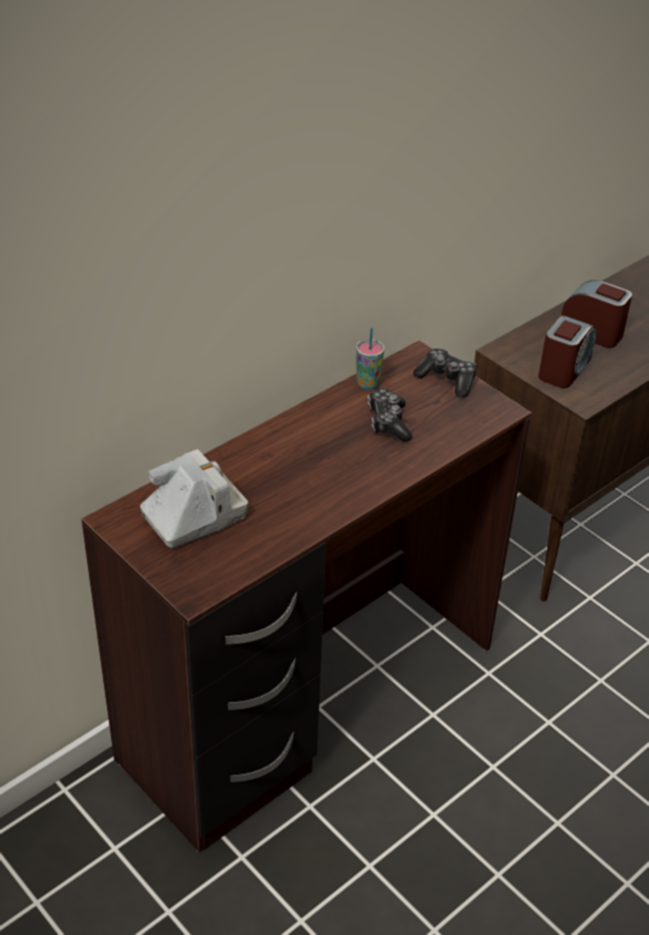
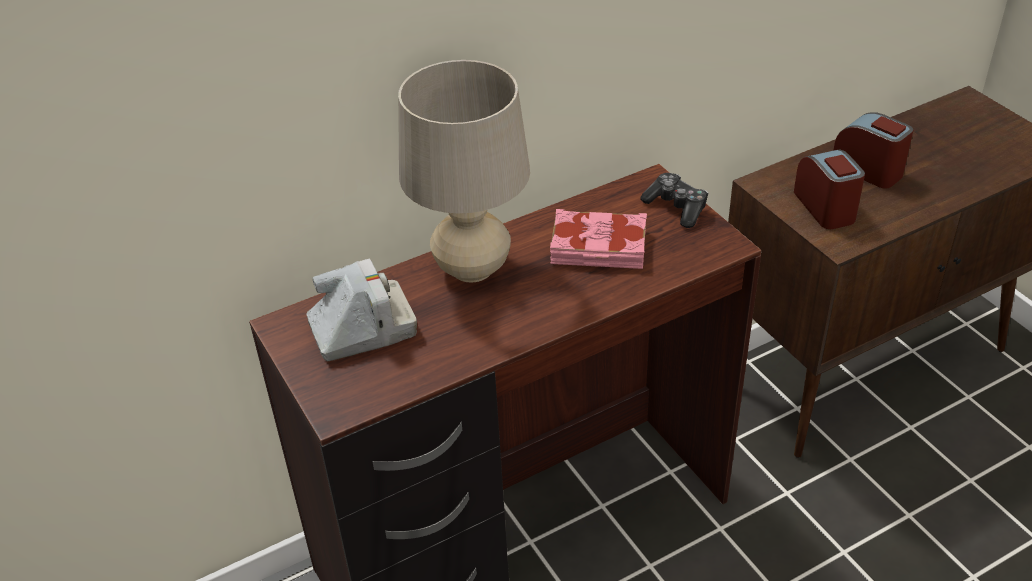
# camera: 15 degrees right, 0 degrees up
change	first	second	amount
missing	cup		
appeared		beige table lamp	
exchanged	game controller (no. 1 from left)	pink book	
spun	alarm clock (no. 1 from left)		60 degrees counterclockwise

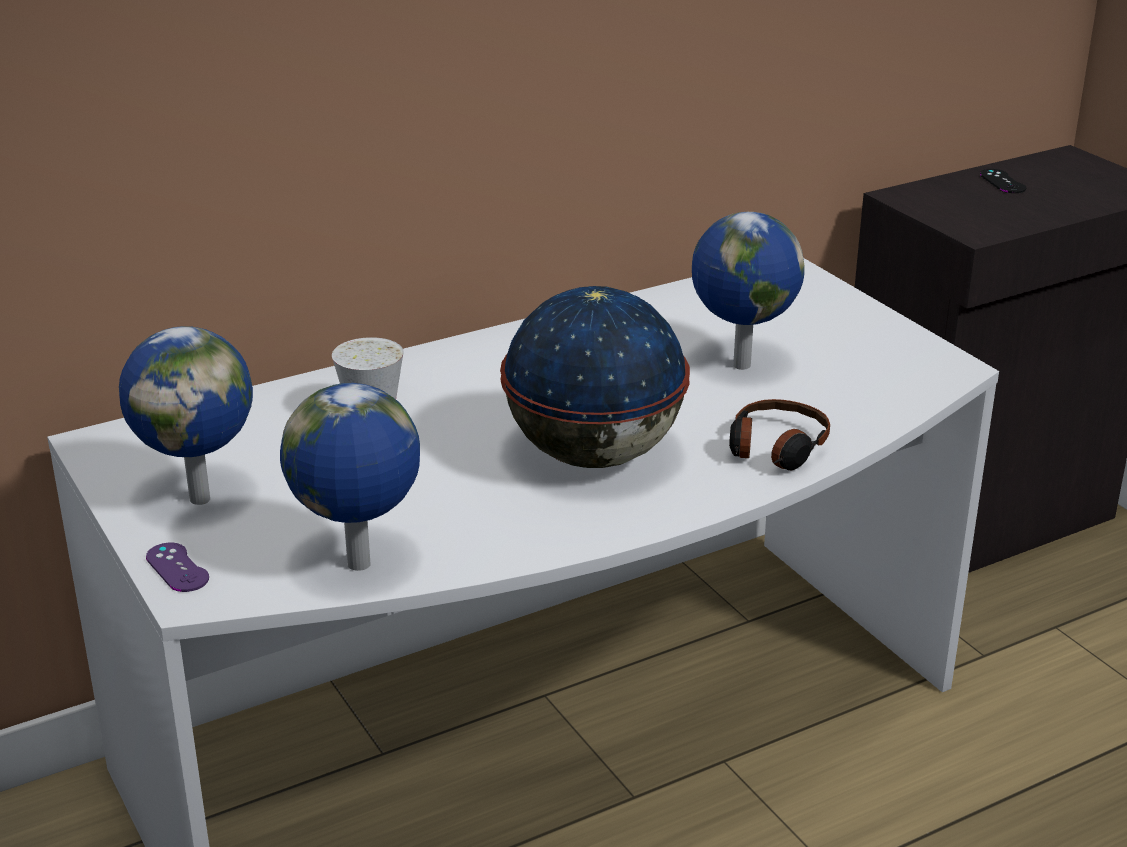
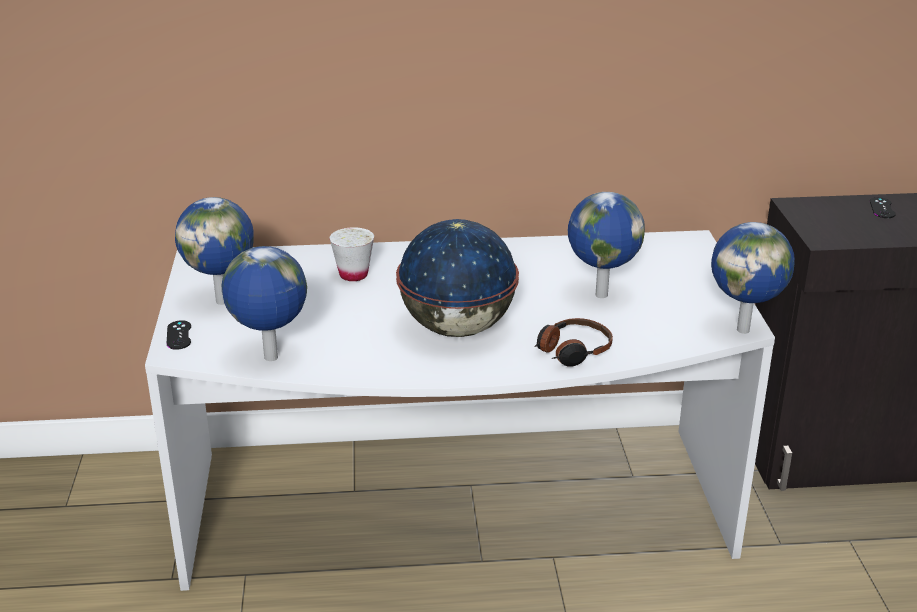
# camera: 25 degrees right, 0 degrees up
change	first	second	amount
appeared		globe (no. 5 from left)	
colour	purple game controller	black game controller (no. 1 from left)	

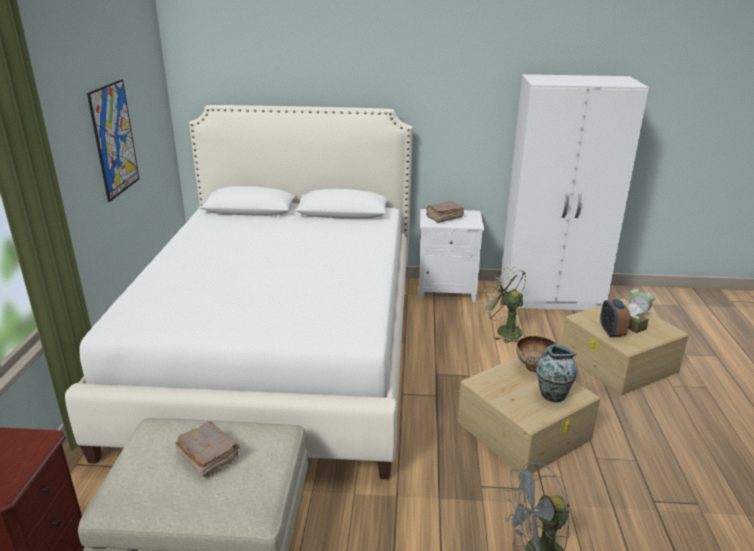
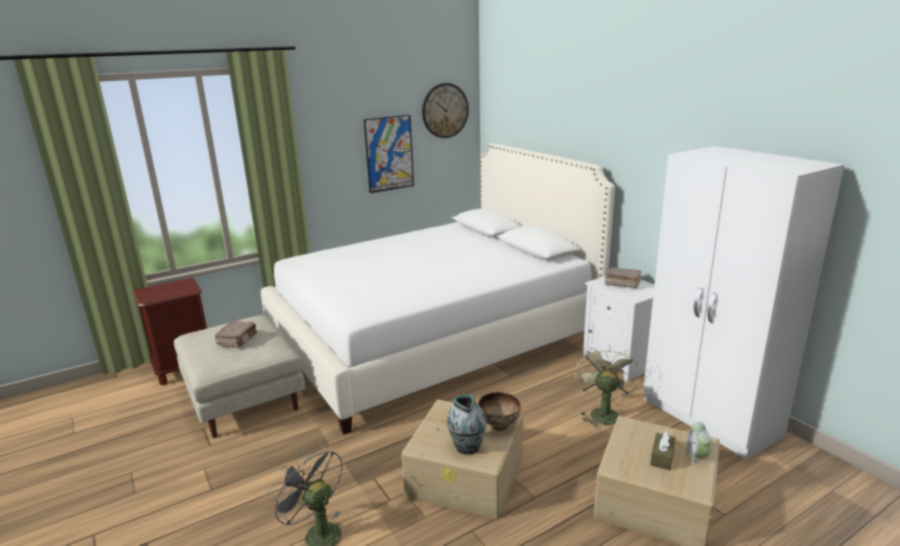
# camera: 55 degrees right, 5 degrees down
change	first	second	amount
missing	alarm clock (no. 1 from left)		
appeared		wall clock	

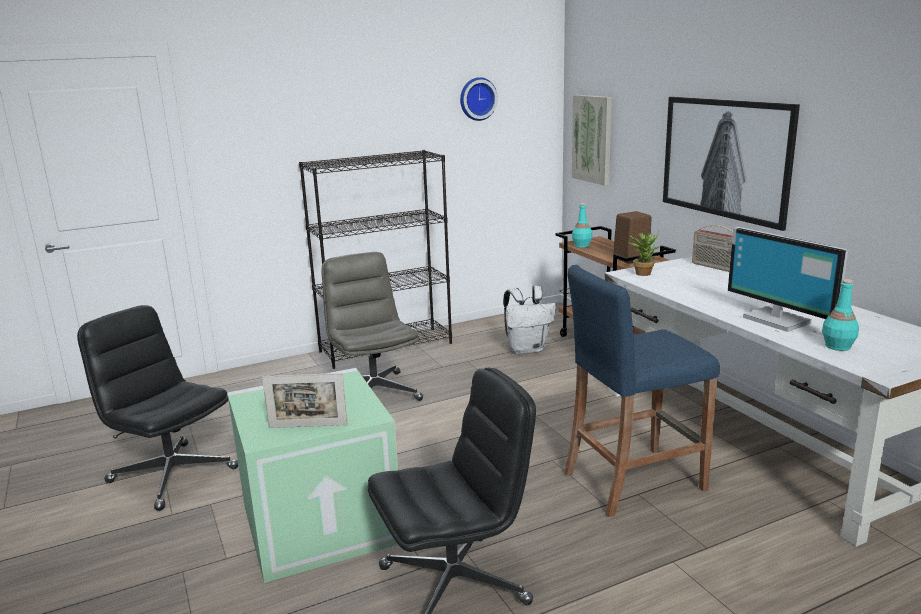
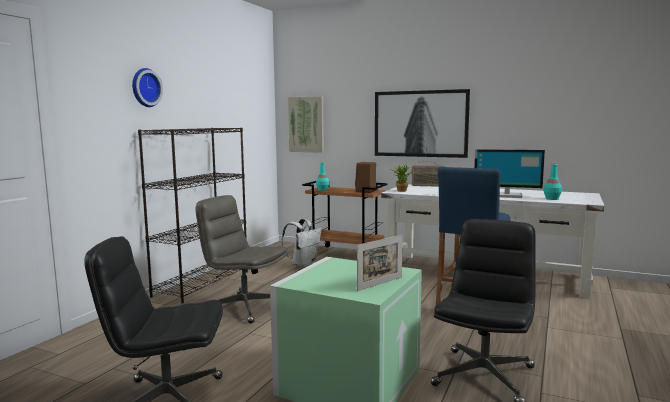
# camera: 40 degrees left, 10 degrees down
change	first	second	amount
relocated	wall clock		

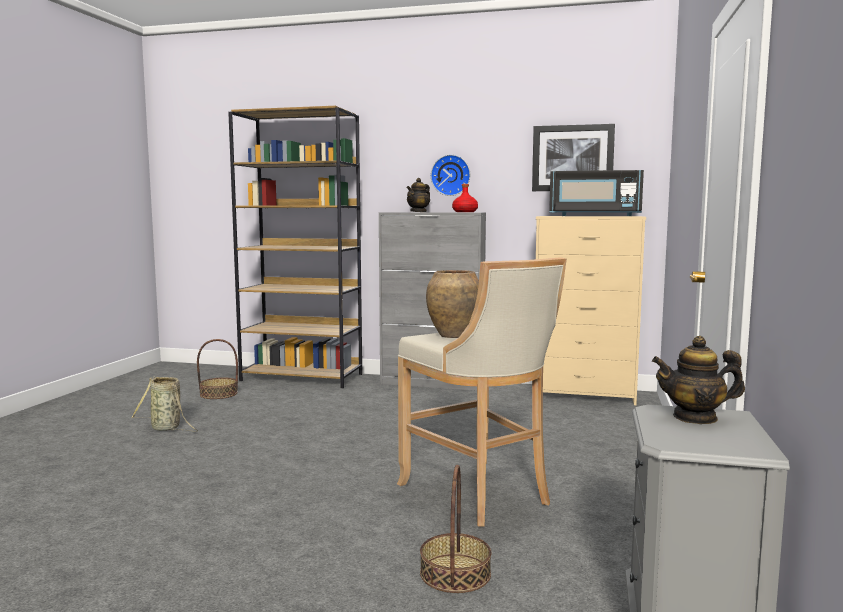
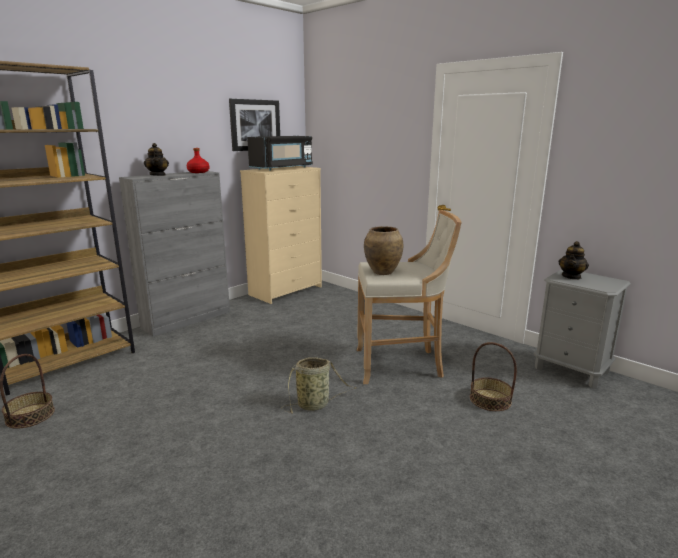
# camera: 60 degrees left, 10 degrees up
change	first	second	amount
missing	wall clock		
relocated	basket (no. 1 from left in the first image)	basket (no. 2 from left)	

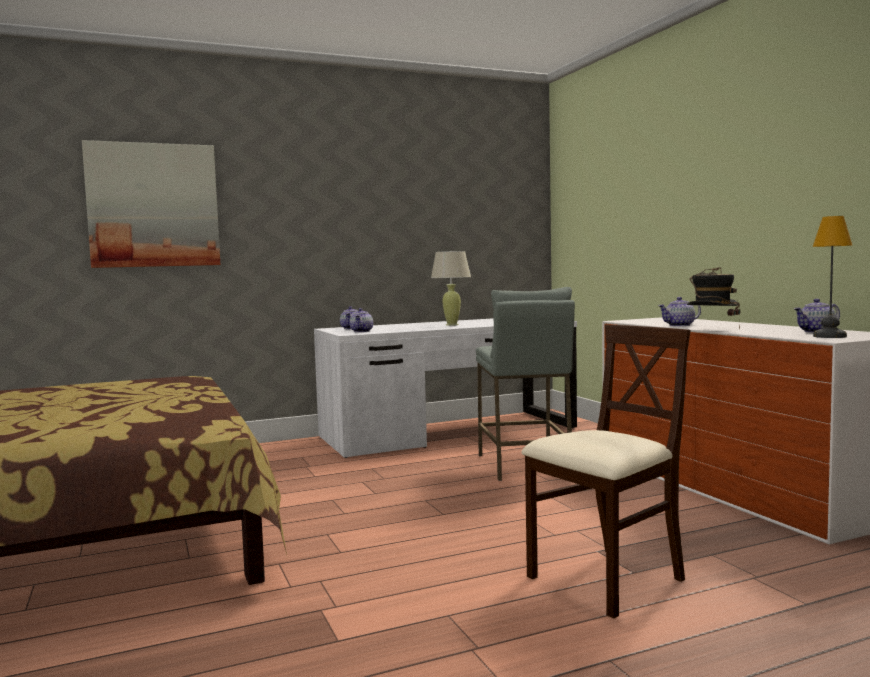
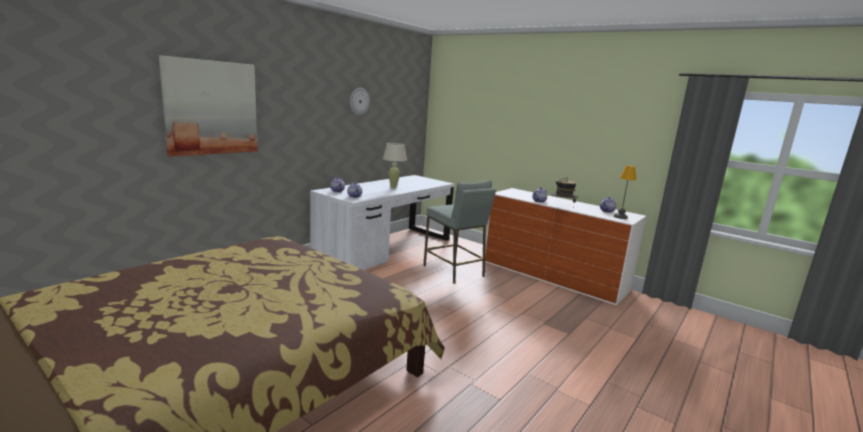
# camera: 30 degrees left, 10 degrees up
change	first	second	amount
missing	beige chair		
appeared		wall clock	

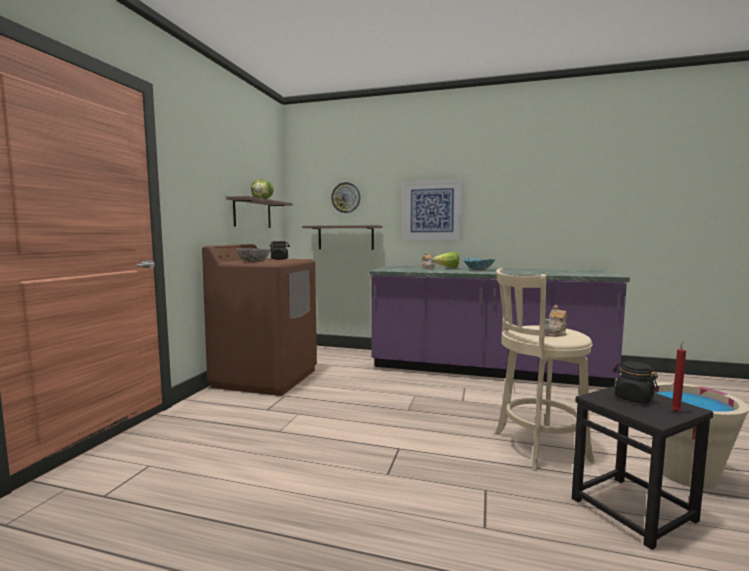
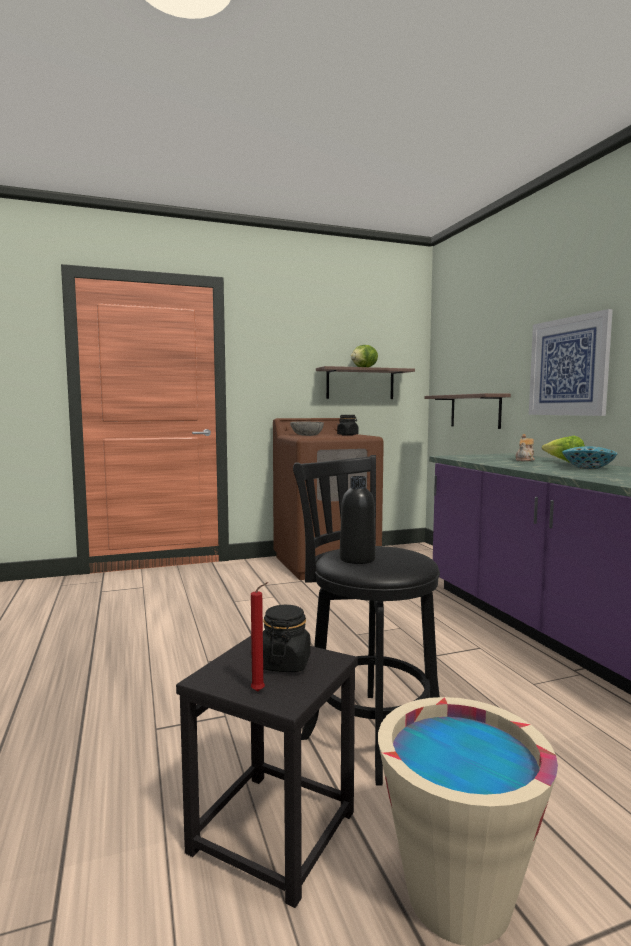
# camera: 55 degrees right, 0 degrees up
change	first	second	amount
missing	wall clock		
exchanged	teapot (no. 2 from left)	black bottle	
colour	beige stool	black stool (no. 2 from left)	

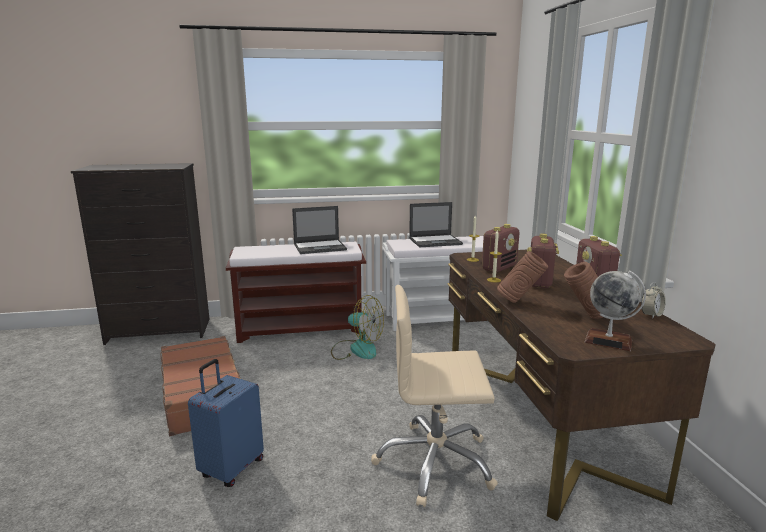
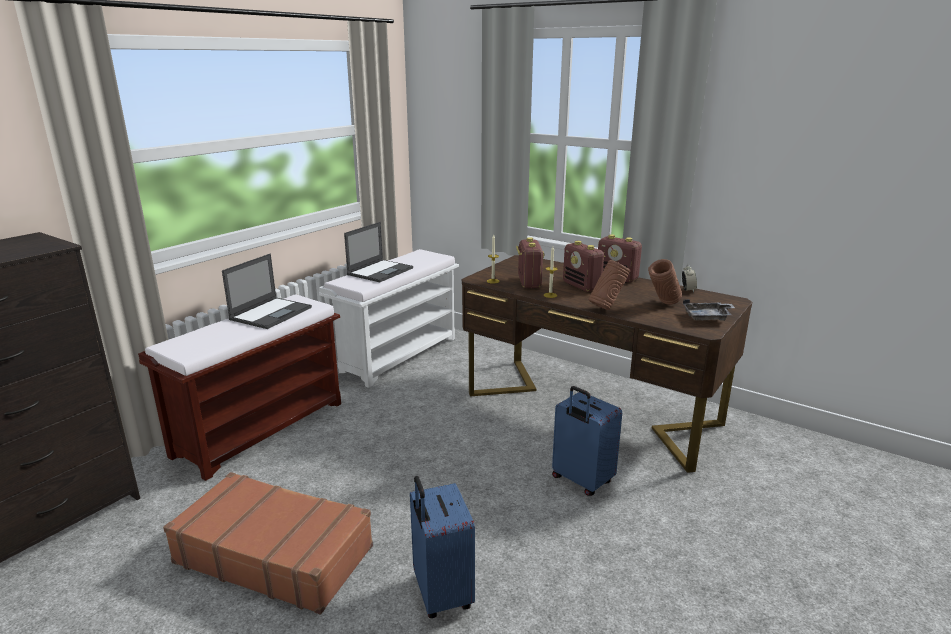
# camera: 45 degrees left, 5 degrees up
change	first	second	amount
missing	fan		
exchanged	beige office chair	blue suitcase (no. 2 from left)	
exchanged	globe	grey tray	

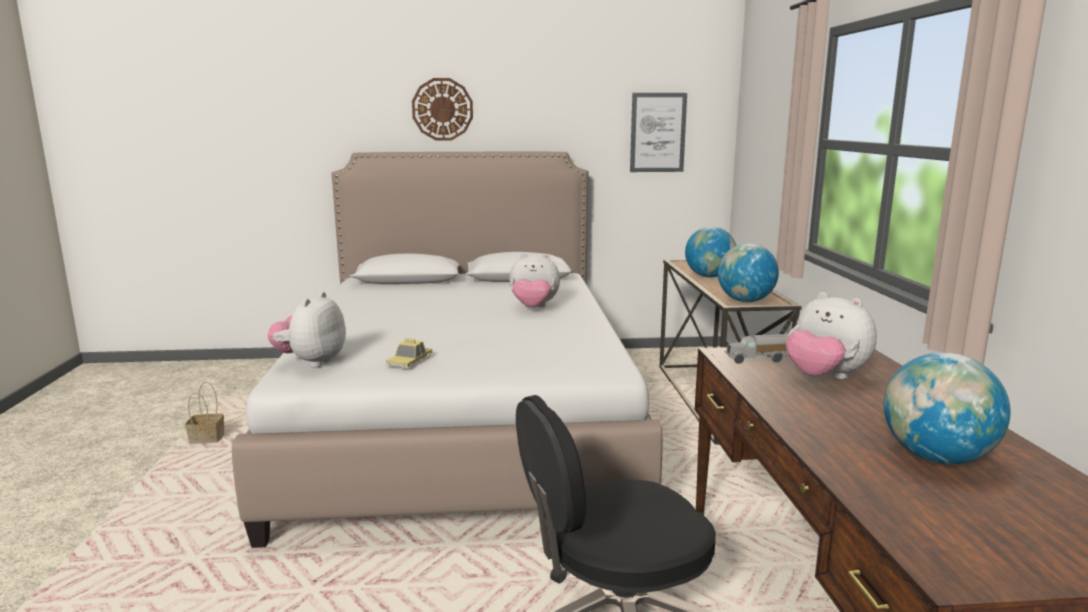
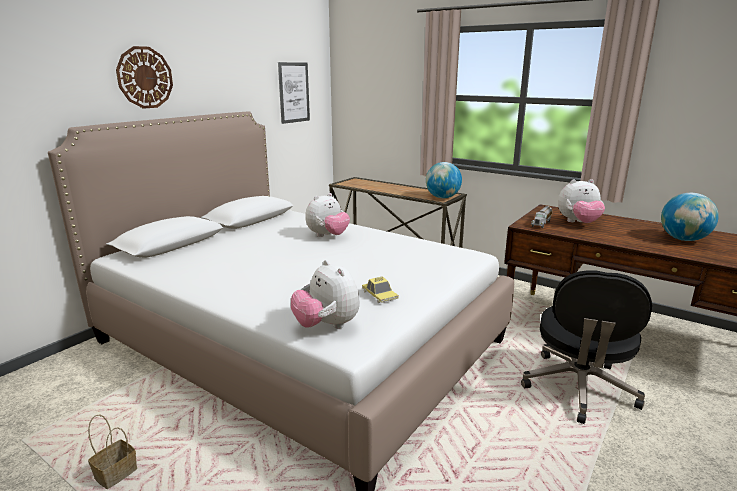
# camera: 50 degrees left, 5 degrees up
change	first	second	amount
missing	globe (no. 1 from left)		

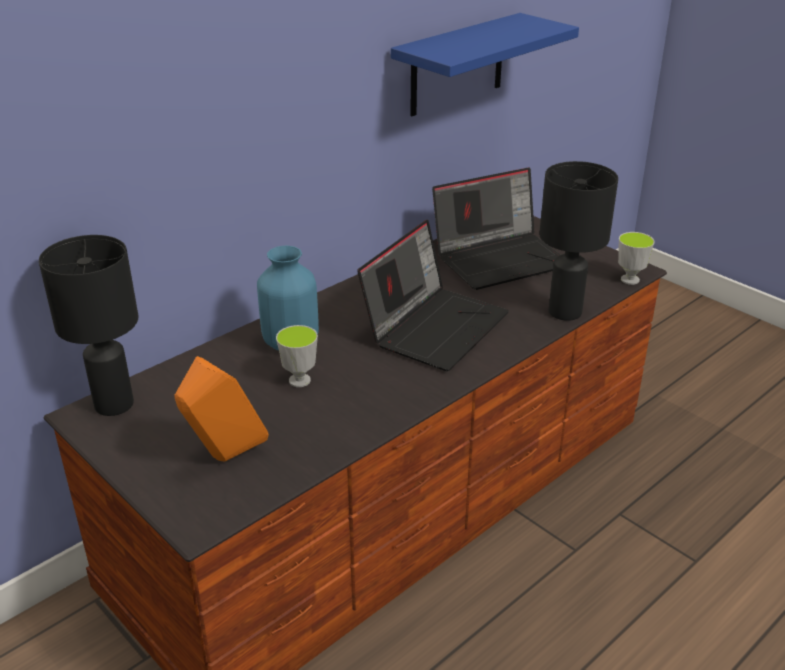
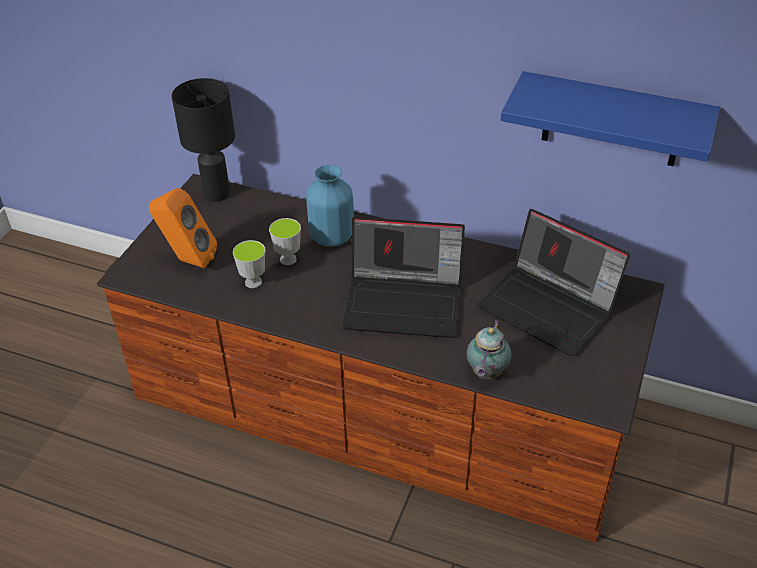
# camera: 65 degrees right, 10 degrees up
change	first	second	amount
relocated	cup (no. 2 from left in the first image)	cup (no. 1 from left)	
exchanged	black table lamp (no. 2 from left)	teapot	

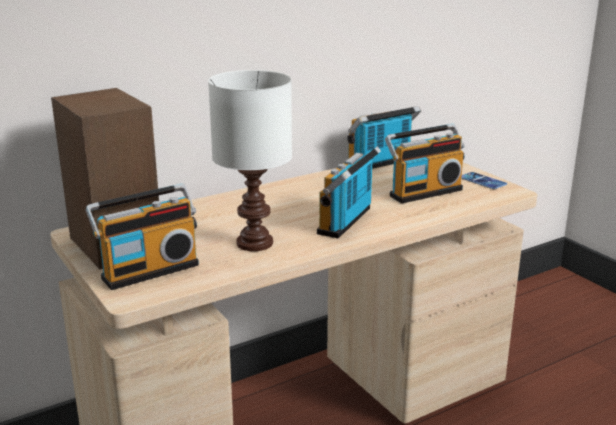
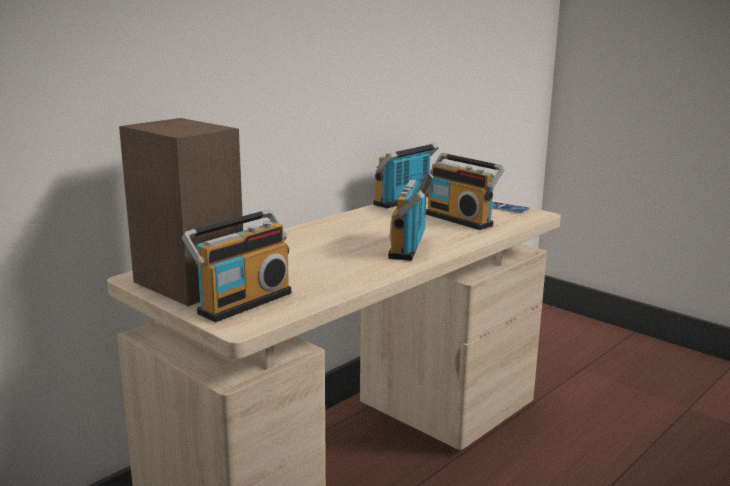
# camera: 15 degrees left, 5 degrees down
change	first	second	amount
missing	white table lamp		
spun	radio (no. 4 from left)		90 degrees clockwise

